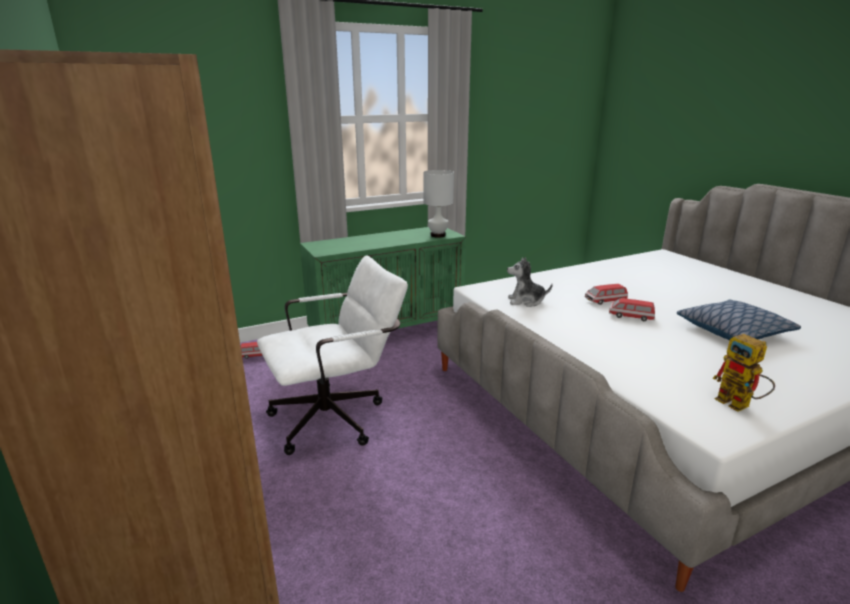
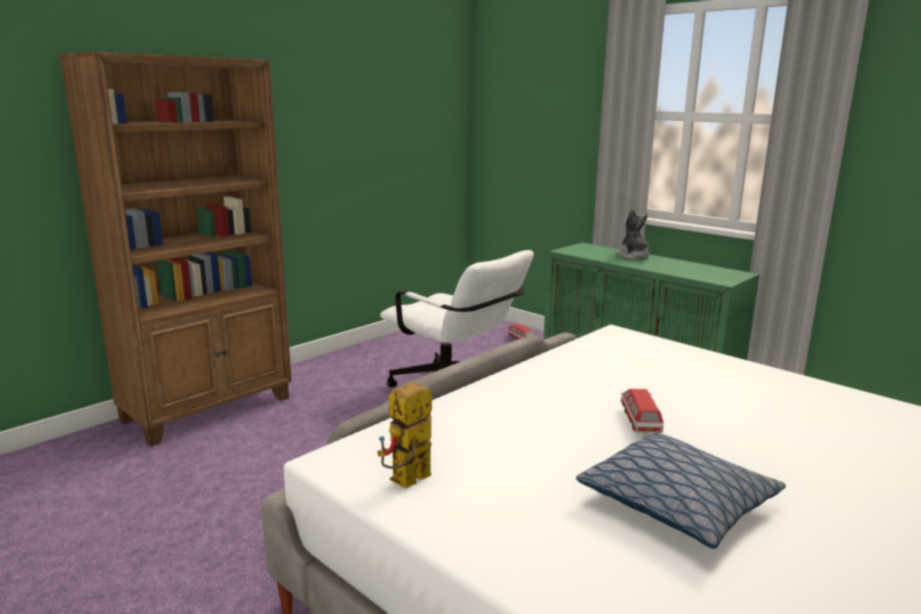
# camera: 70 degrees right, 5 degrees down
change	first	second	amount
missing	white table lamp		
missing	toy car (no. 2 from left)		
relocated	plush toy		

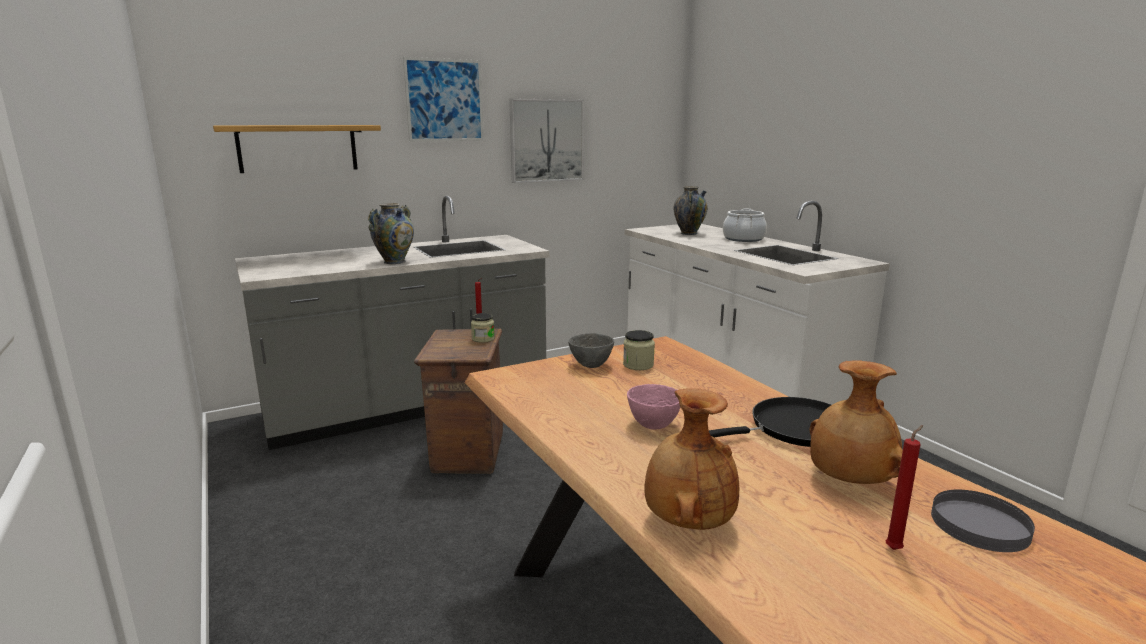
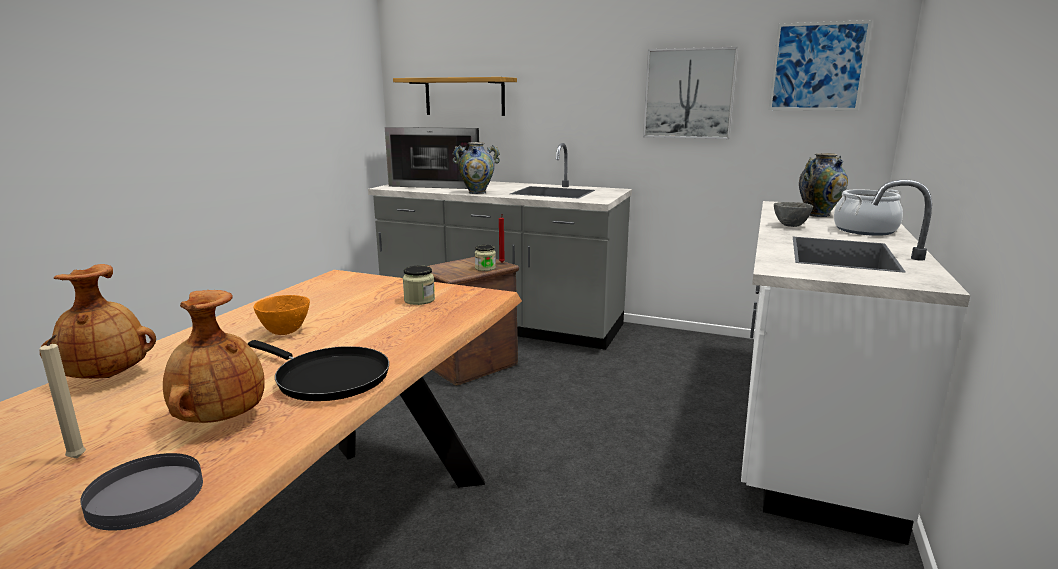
# camera: 50 degrees right, 0 degrees up
change	first	second	amount
appeared		microwave	
relocated	picture (no. 1 from left in the first image)	picture (no. 2 from left)	
relocated	grey bowl		
colour	pink bowl	orange bowl	
colour	red candle (no. 2 from left)	beige candle	

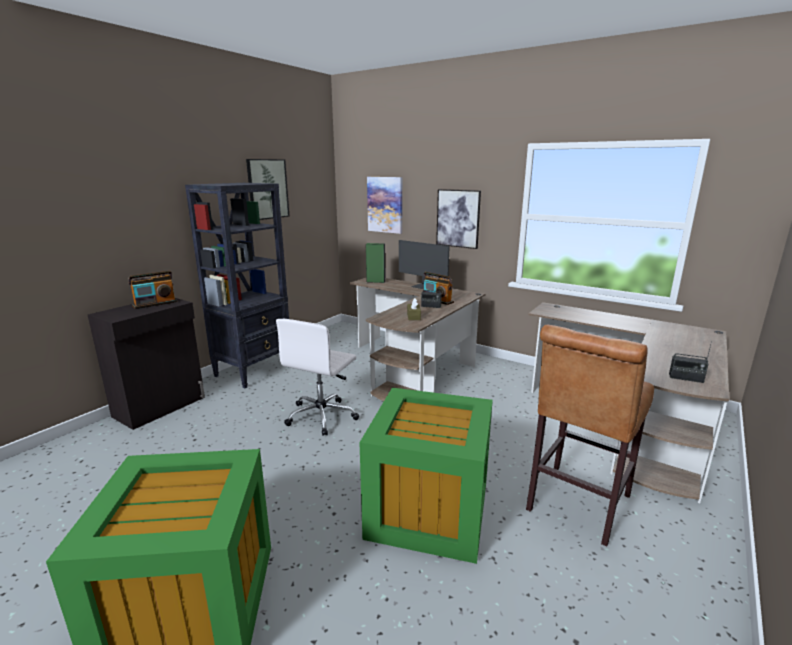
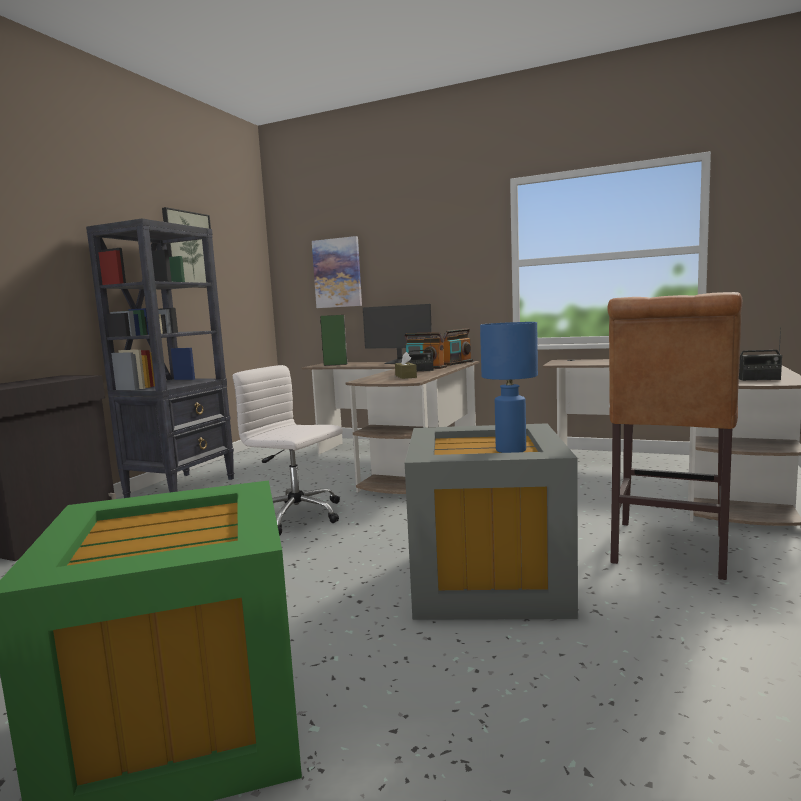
# camera: 10 degrees left, 10 degrees down
change	first	second	amount
missing	picture (no. 3 from left)		
appeared		blue table lamp	
relocated	radio (no. 1 from left in the first image)	radio (no. 3 from left)	
colour	green storage box (no. 2 from left)	grey storage box	
spun	white office chair		105 degrees clockwise

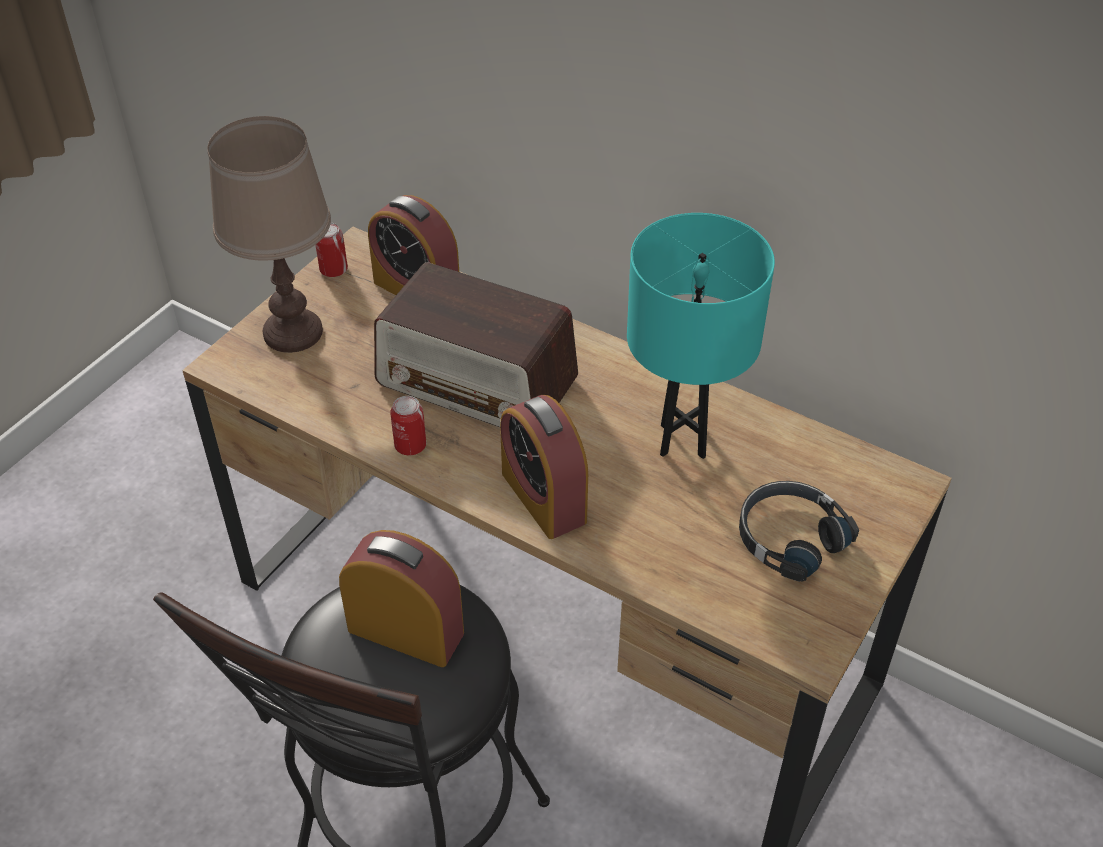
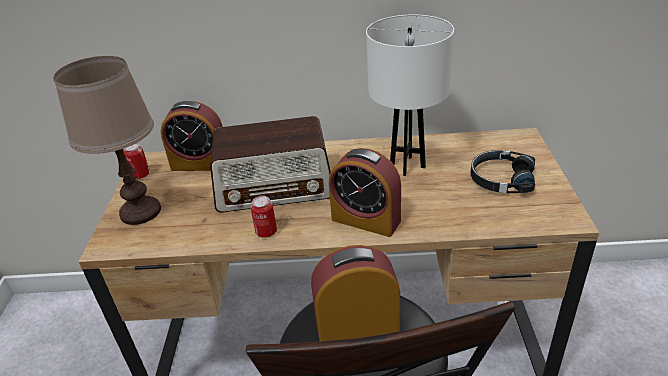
# camera: 30 degrees left, 10 degrees down
change	first	second	amount
colour	turquoise table lamp	white table lamp	

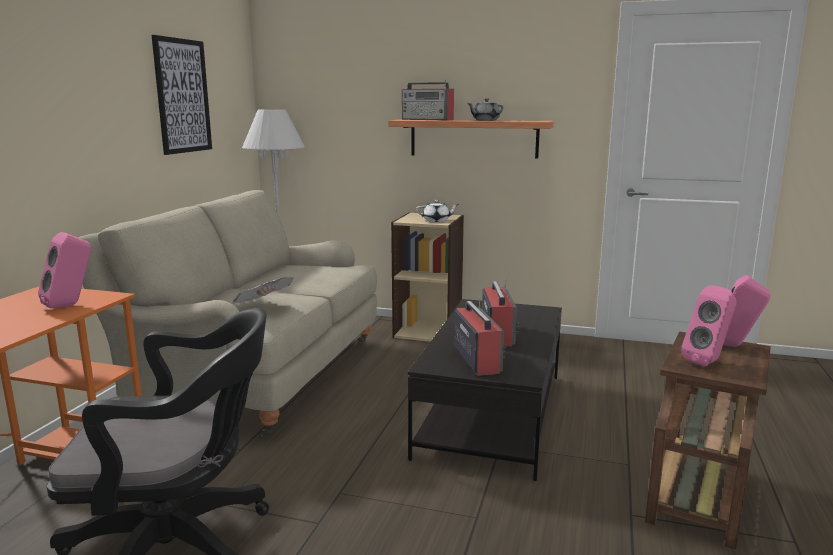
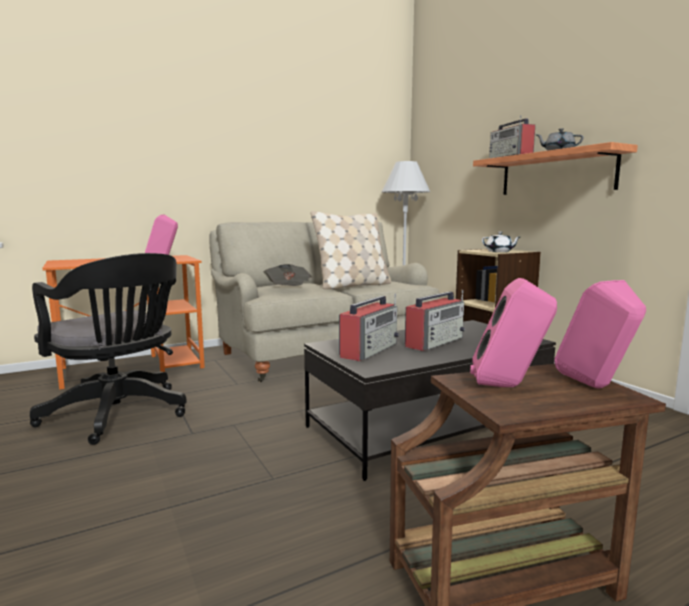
# camera: 45 degrees right, 5 degrees down
change	first	second	amount
missing	picture		
appeared		beige pillow	

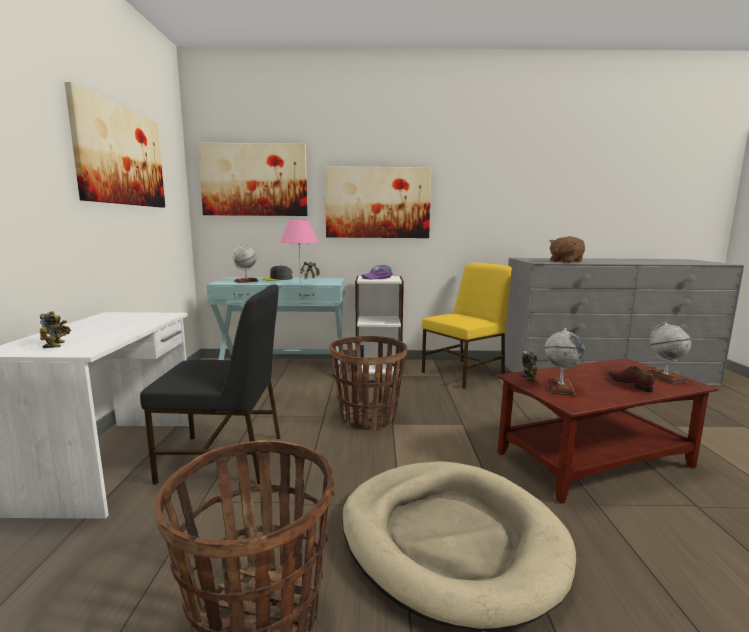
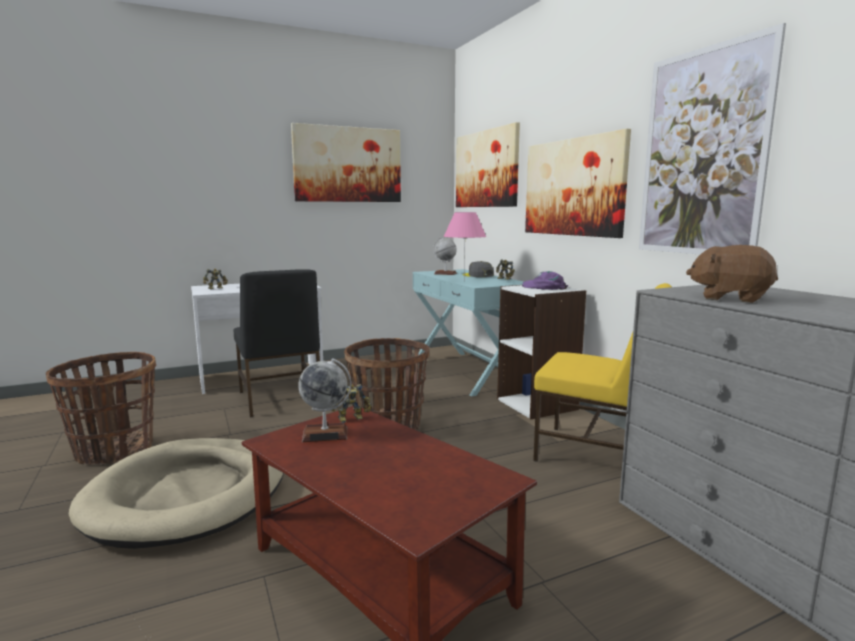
# camera: 65 degrees right, 0 degrees up
change	first	second	amount
missing	brown shoe		
missing	globe (no. 3 from left)		
appeared		picture (no. 4 from left)	

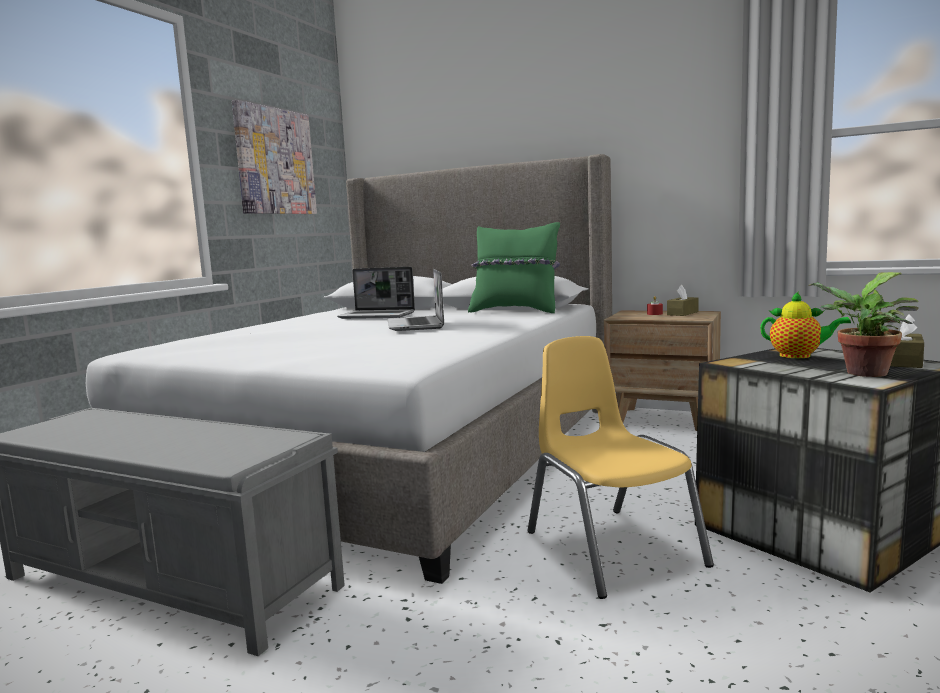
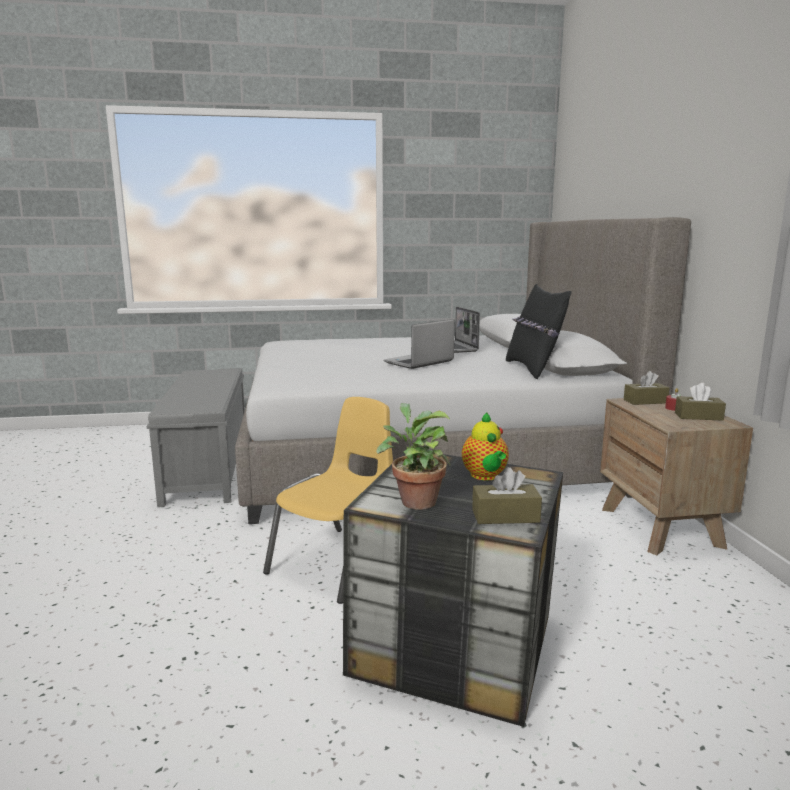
# camera: 55 degrees right, 5 degrees up
change	first	second	amount
missing	picture		
appeared		brown tissue box (no. 2 from left)	
colour	green pillow	black pillow	

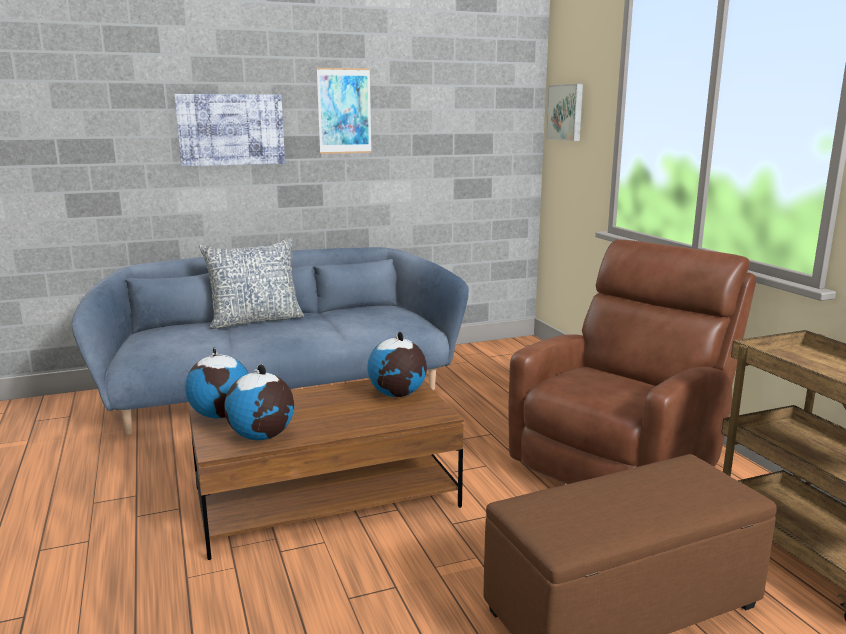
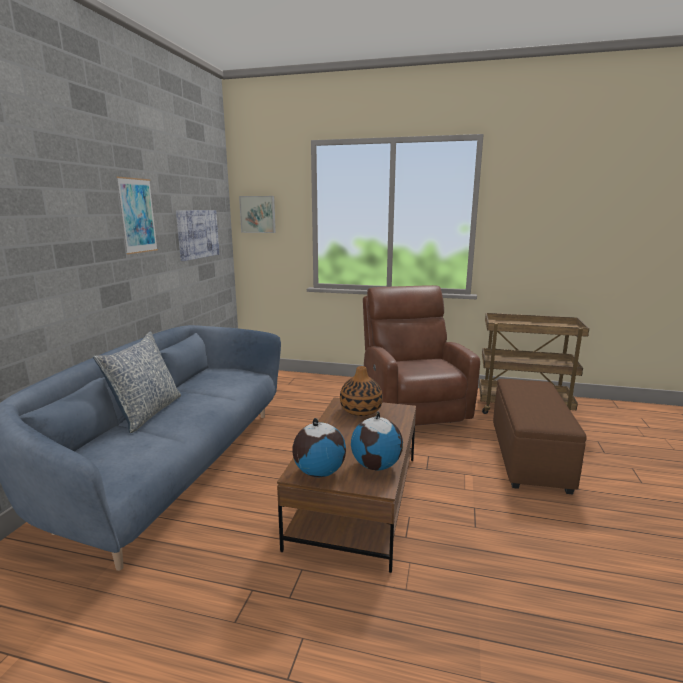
# camera: 55 degrees left, 0 degrees up
change	first	second	amount
relocated	picture (no. 1 from left in the first image)	picture (no. 2 from left)	
exchanged	globe (no. 3 from left)	vase	

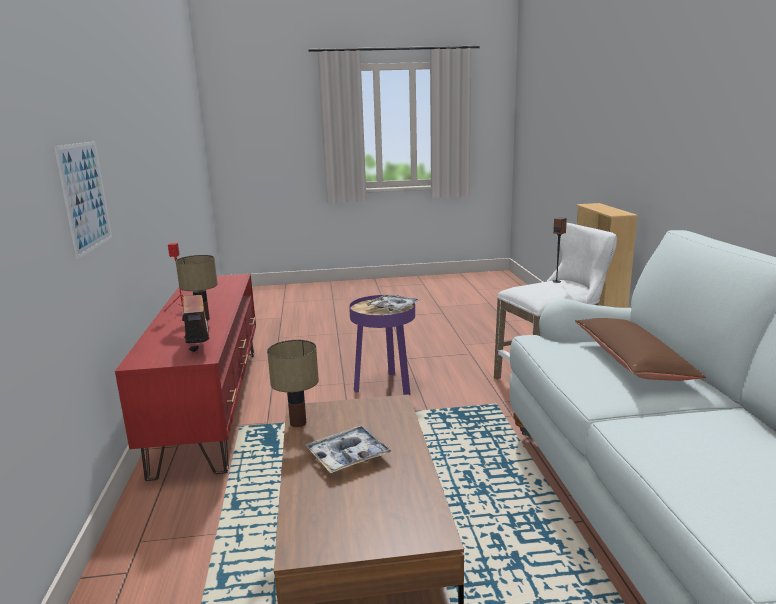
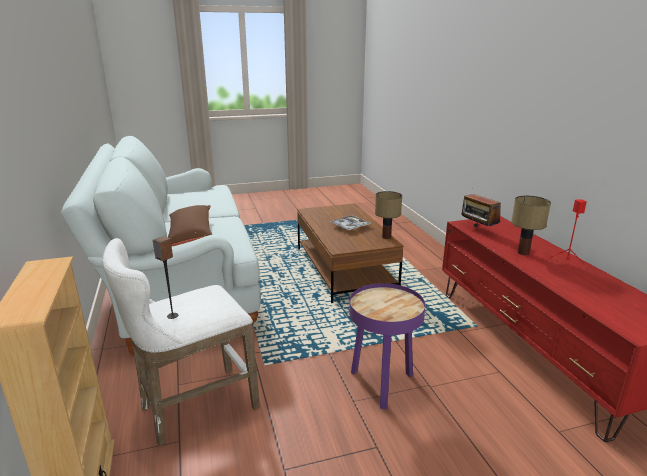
# camera: 170 degrees right, 5 degrees up
change	first	second	amount
missing	picture		
missing	tray (no. 2 from left)		

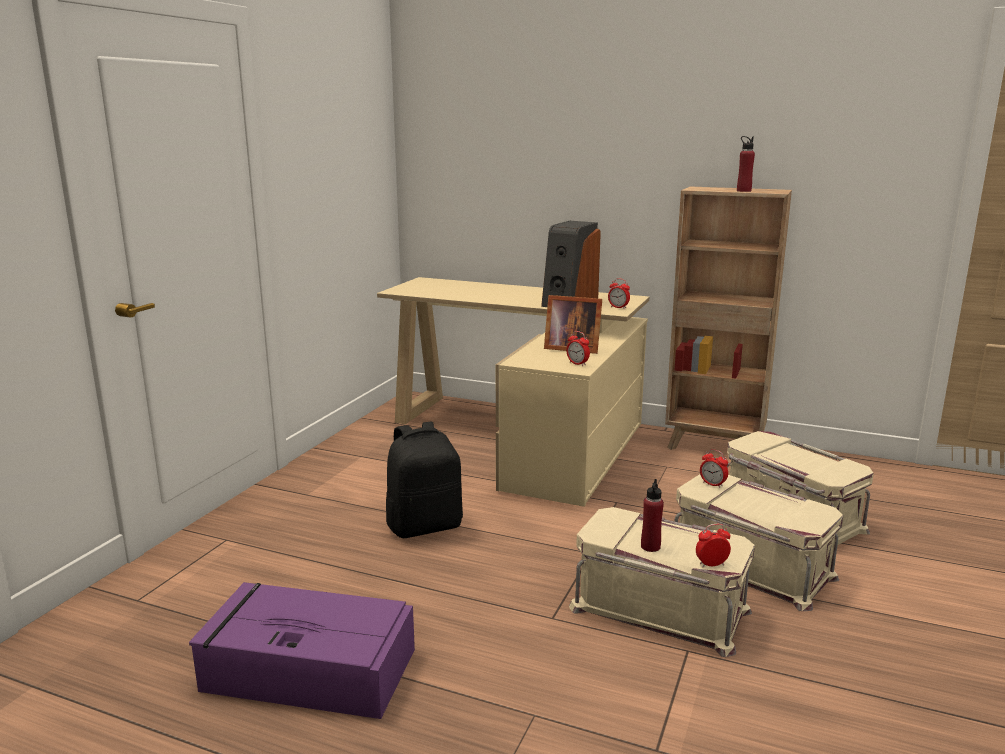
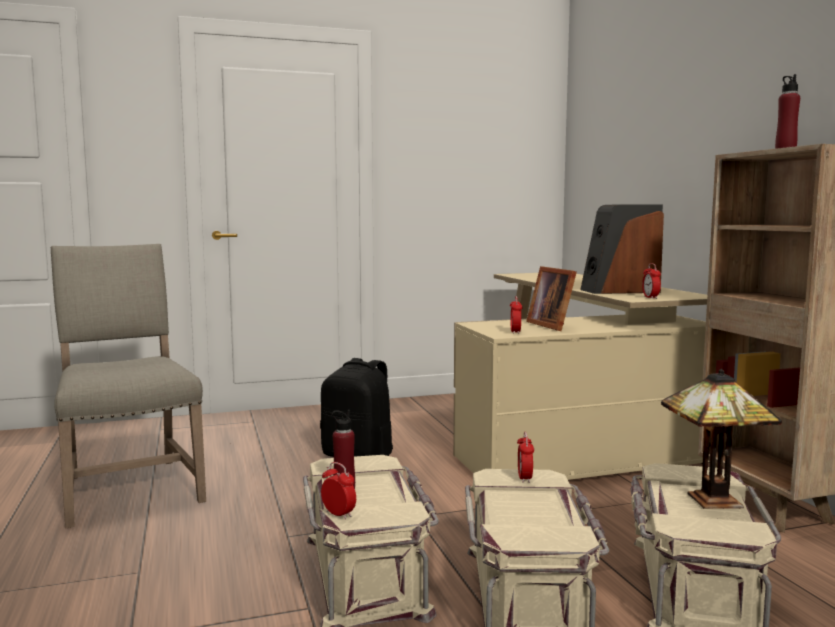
# camera: 50 degrees right, 10 degrees down
change	first	second	amount
appeared		table lamp	
exchanged	purple storage box	beige chair	

